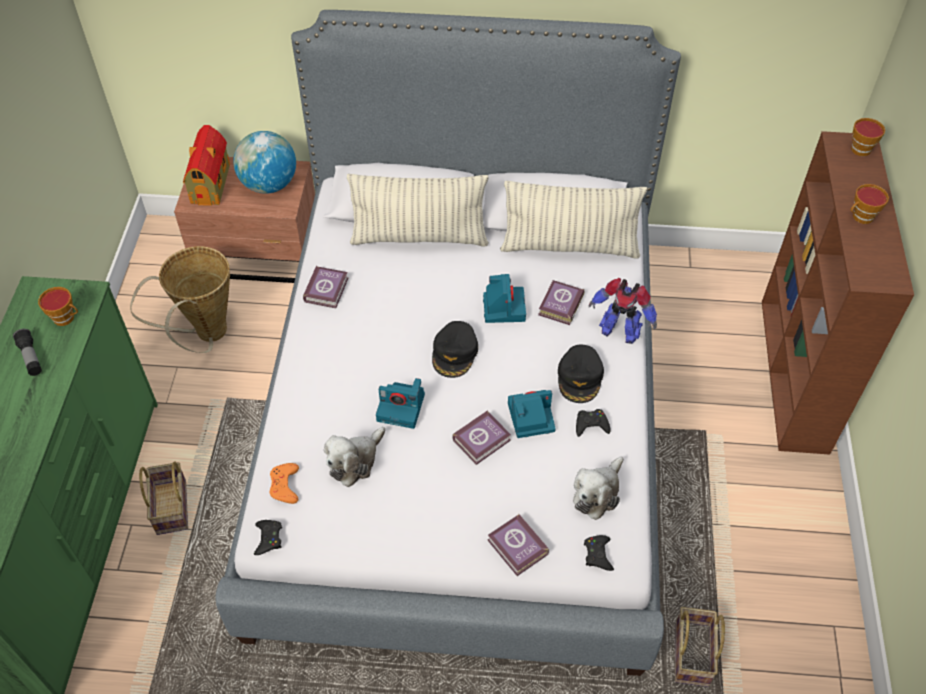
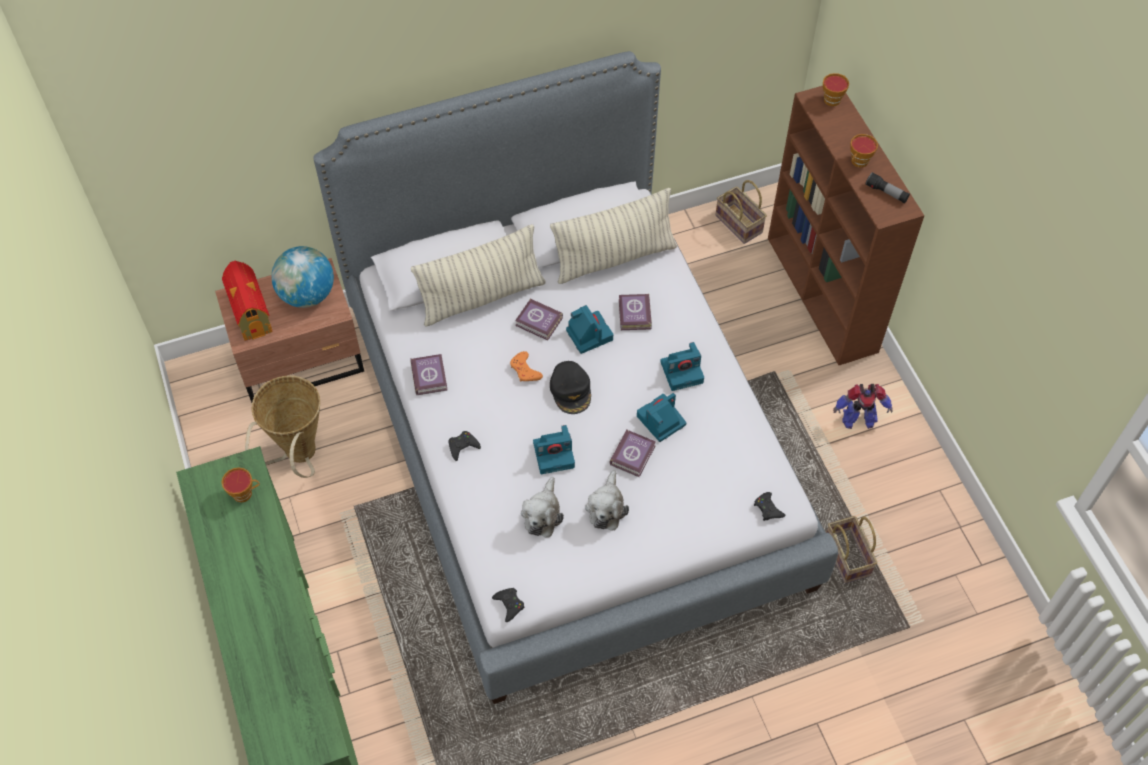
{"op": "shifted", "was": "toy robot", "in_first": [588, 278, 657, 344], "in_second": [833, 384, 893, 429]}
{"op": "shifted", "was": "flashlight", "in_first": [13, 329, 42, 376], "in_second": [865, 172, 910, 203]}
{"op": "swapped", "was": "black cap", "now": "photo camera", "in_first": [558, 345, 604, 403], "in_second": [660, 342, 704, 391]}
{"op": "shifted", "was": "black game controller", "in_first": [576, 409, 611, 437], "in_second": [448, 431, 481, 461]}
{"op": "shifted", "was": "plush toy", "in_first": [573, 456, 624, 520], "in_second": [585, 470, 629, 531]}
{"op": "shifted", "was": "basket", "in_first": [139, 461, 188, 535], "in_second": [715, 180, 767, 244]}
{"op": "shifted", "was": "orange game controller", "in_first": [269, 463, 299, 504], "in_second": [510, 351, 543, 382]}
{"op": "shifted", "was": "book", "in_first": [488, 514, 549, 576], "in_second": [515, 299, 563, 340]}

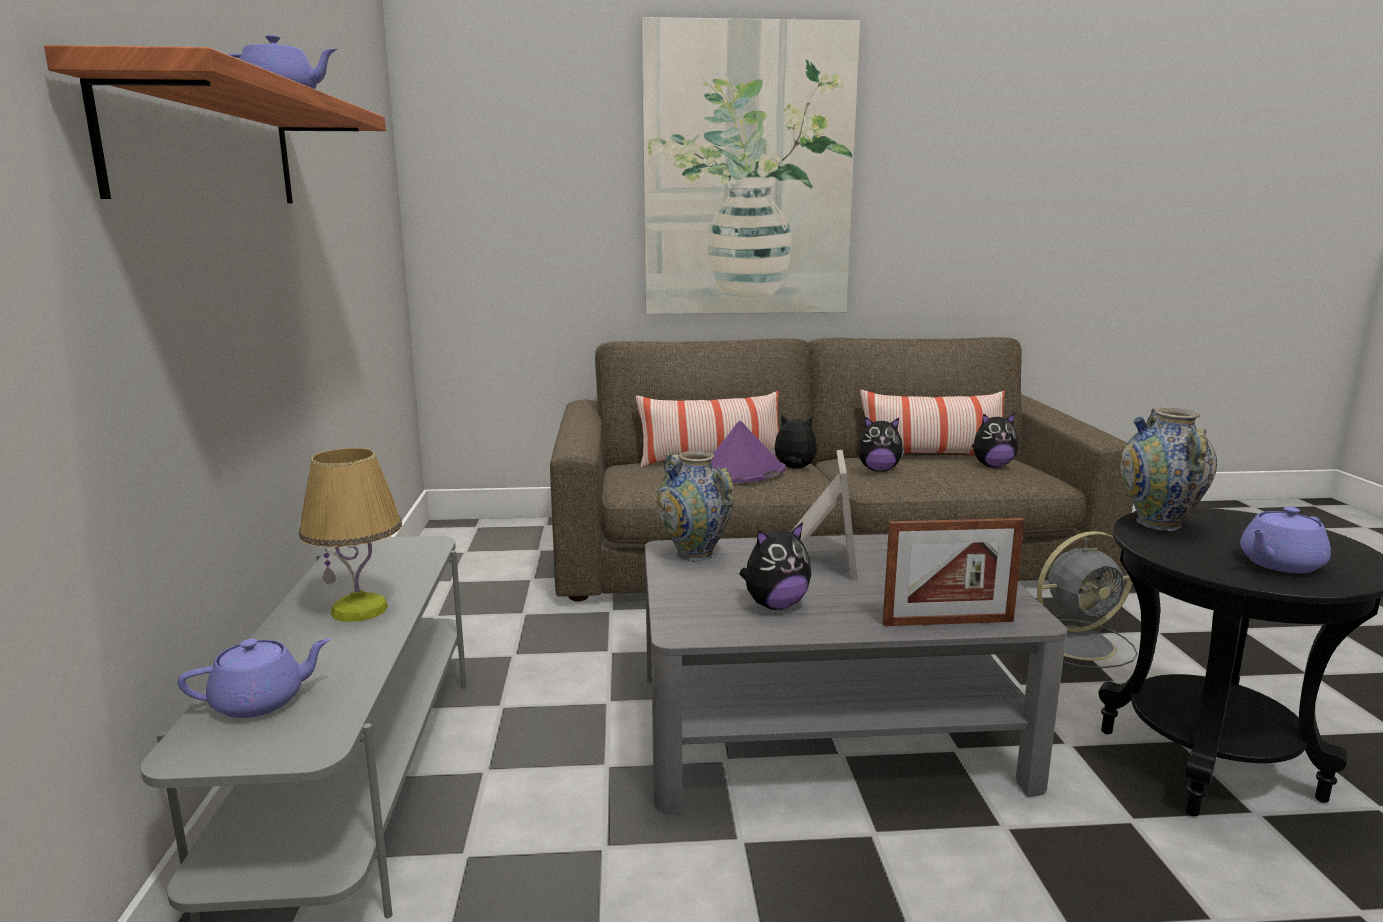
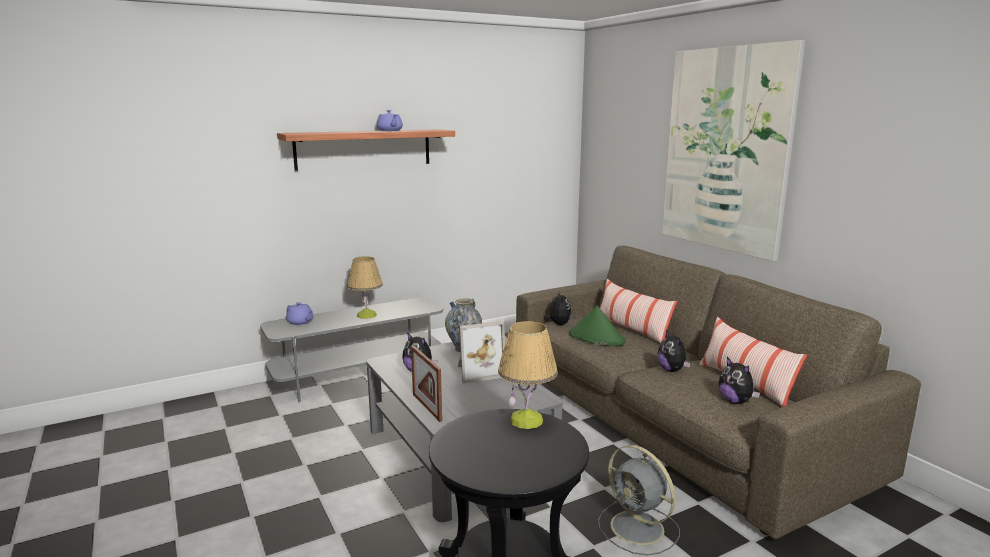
{"op": "swapped", "was": "vase", "now": "table lamp", "in_first": [1120, 408, 1217, 531], "in_second": [498, 321, 558, 429]}
{"op": "shifted", "was": "plush toy", "in_first": [769, 414, 817, 469], "in_second": [544, 291, 571, 325]}
{"op": "repainted", "was": "purple hat", "now": "green hat", "in_first": [711, 421, 786, 484], "in_second": [569, 305, 626, 346]}
{"op": "gone", "was": "purple teapot", "in_first": [1240, 507, 1331, 573]}

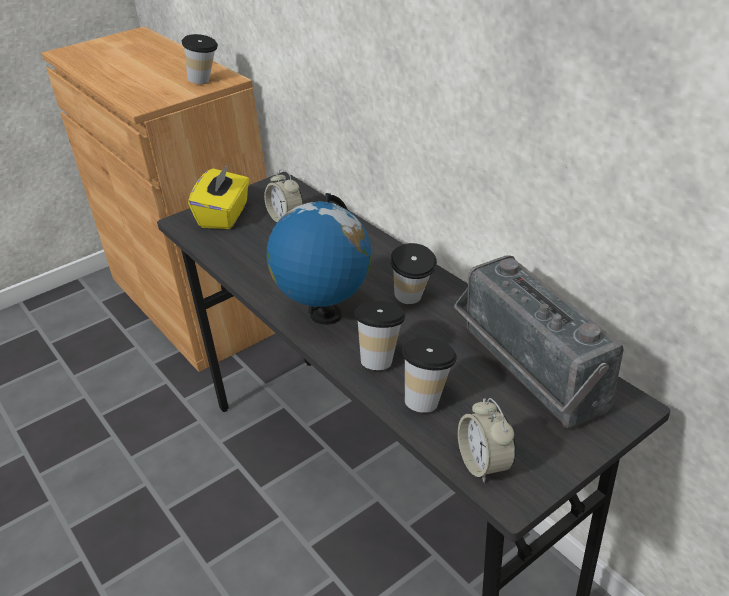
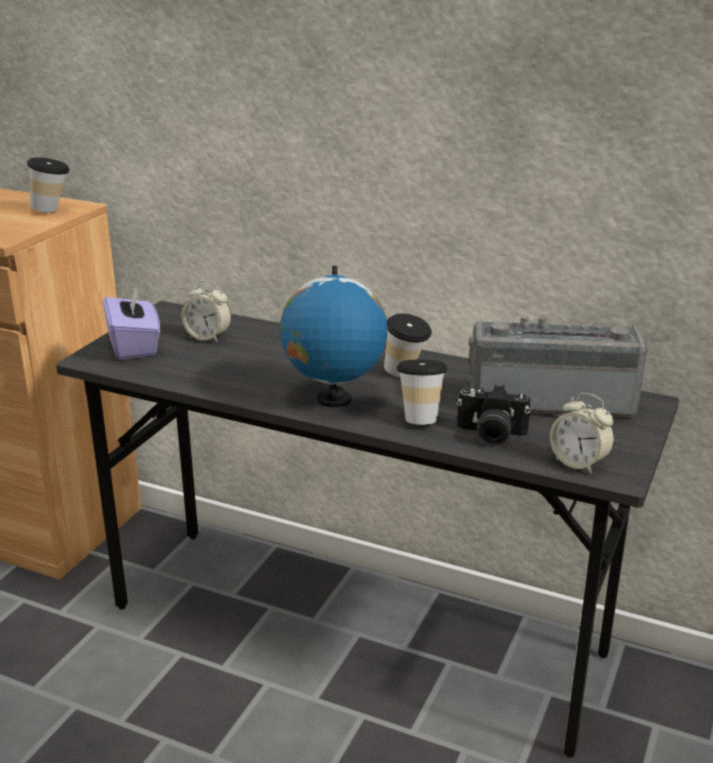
{"op": "repainted", "was": "yellow tissue box", "now": "purple tissue box", "in_first": [188, 163, 249, 229], "in_second": [103, 287, 160, 360]}
{"op": "rotated", "was": "radio", "in_first": [454, 255, 624, 429], "in_second": [469, 316, 648, 418], "clockwise": 150}
{"op": "swapped", "was": "cup", "now": "photo camera", "in_first": [402, 338, 457, 413], "in_second": [457, 384, 530, 446]}

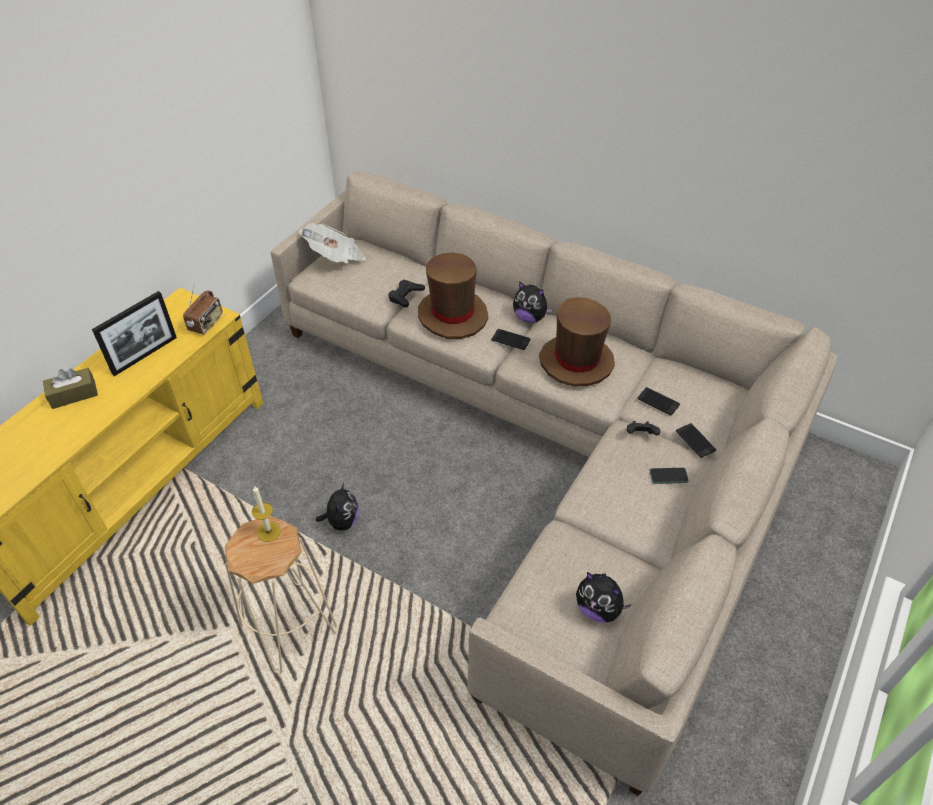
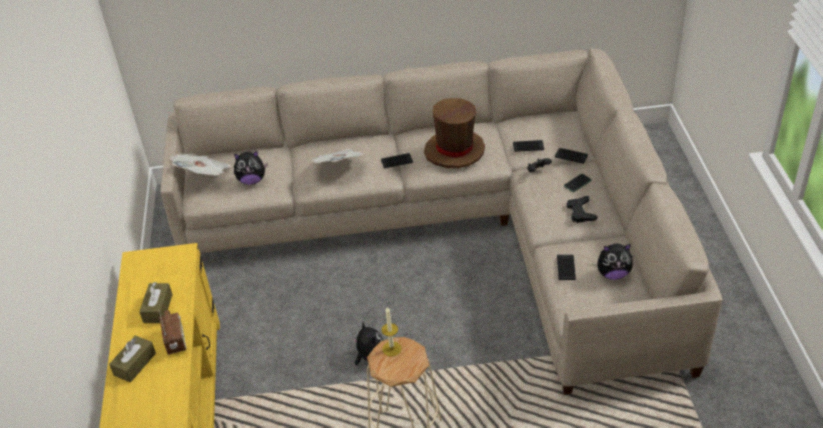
{"op": "swapped", "was": "brown hat", "now": "newspaper", "in_first": [418, 253, 488, 339], "in_second": [311, 148, 365, 163]}
{"op": "shifted", "was": "black game controller", "in_first": [388, 280, 425, 307], "in_second": [566, 196, 598, 223]}
{"op": "shifted", "was": "plush toy", "in_first": [513, 281, 553, 323], "in_second": [234, 151, 267, 185]}
{"op": "shifted", "was": "radio", "in_first": [183, 284, 223, 335], "in_second": [158, 309, 186, 355]}
{"op": "swapped", "was": "picture frame", "now": "brown tissue box", "in_first": [92, 291, 177, 376], "in_second": [139, 282, 173, 323]}
{"op": "new", "now": "phone", "in_second": [557, 255, 576, 280]}

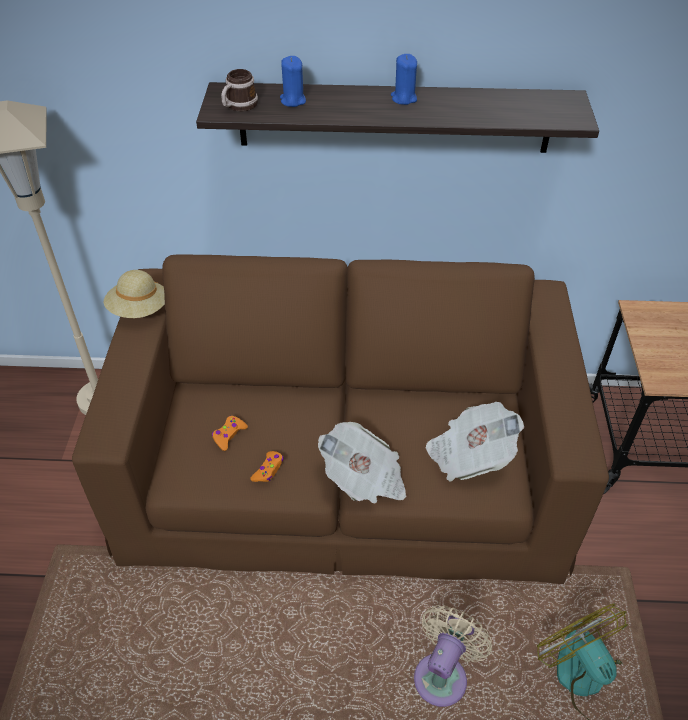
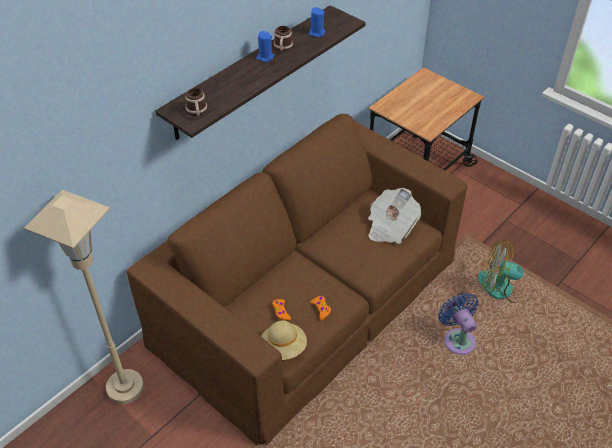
{"op": "shifted", "was": "blue candle", "in_first": [280, 56, 306, 107], "in_second": [309, 7, 326, 37]}
{"op": "shifted", "was": "beige hat", "in_first": [104, 270, 165, 318], "in_second": [261, 320, 307, 360]}
{"op": "gone", "was": "newspaper", "in_first": [318, 422, 406, 504]}
{"op": "repainted", "was": "beige fan", "now": "blue fan", "in_first": [414, 605, 492, 707], "in_second": [438, 293, 479, 355]}
{"op": "new", "now": "mug", "in_second": [273, 26, 293, 52]}

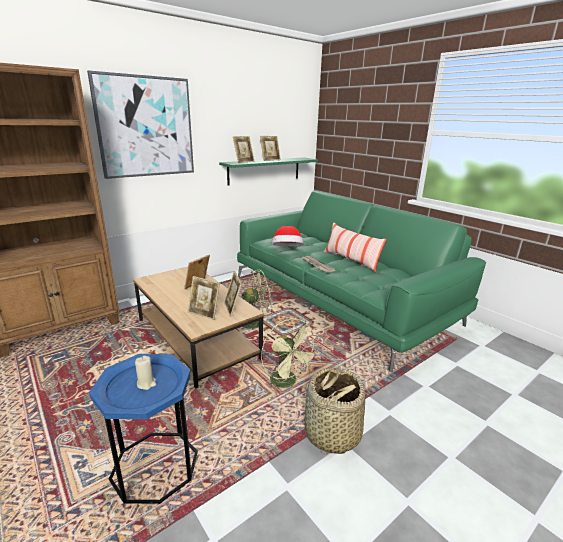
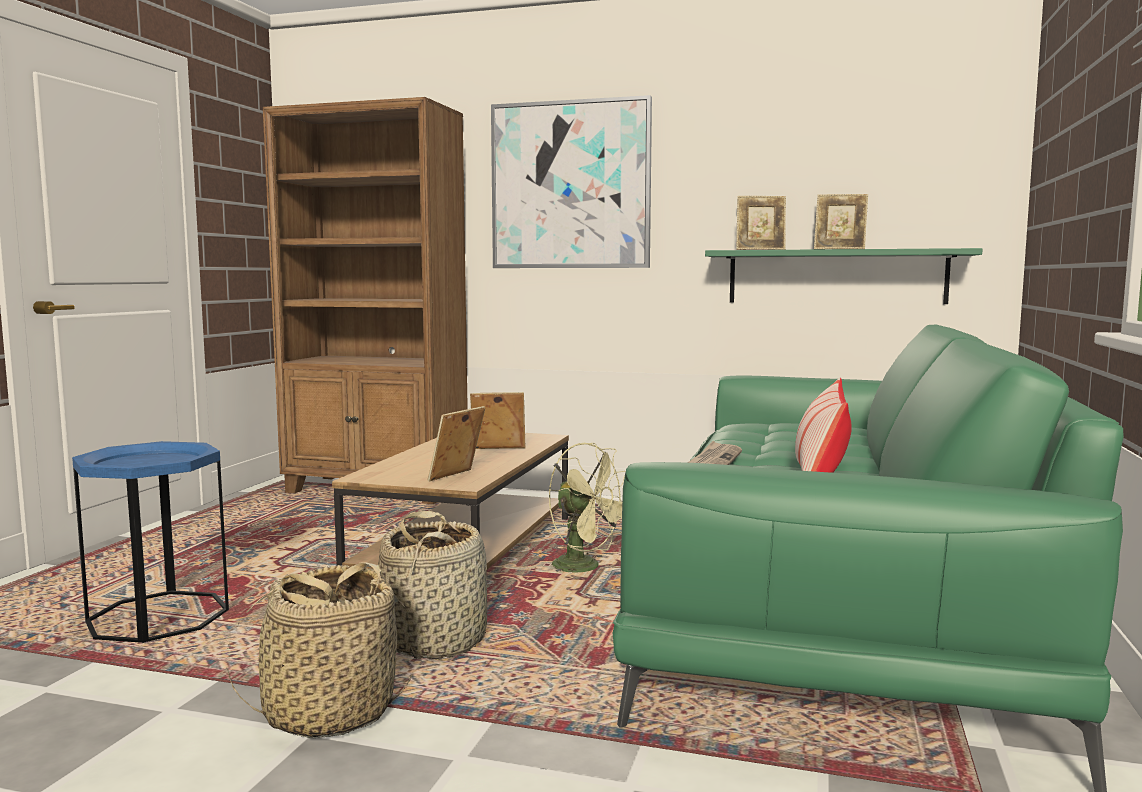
{"op": "gone", "was": "hat", "in_first": [271, 226, 304, 247]}
{"op": "gone", "was": "picture frame", "in_first": [188, 276, 220, 320]}
{"op": "swapped", "was": "green fan", "now": "basket", "in_first": [261, 318, 319, 388], "in_second": [378, 511, 487, 659]}
{"op": "gone", "was": "beige candle", "in_first": [135, 356, 156, 390]}

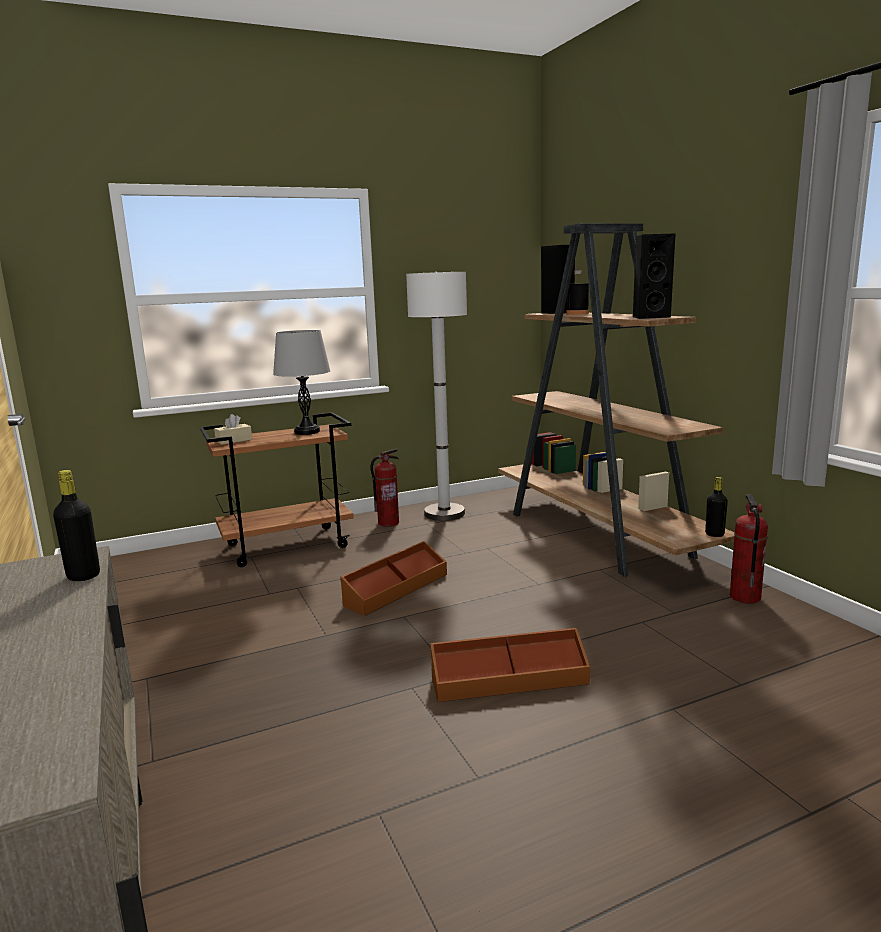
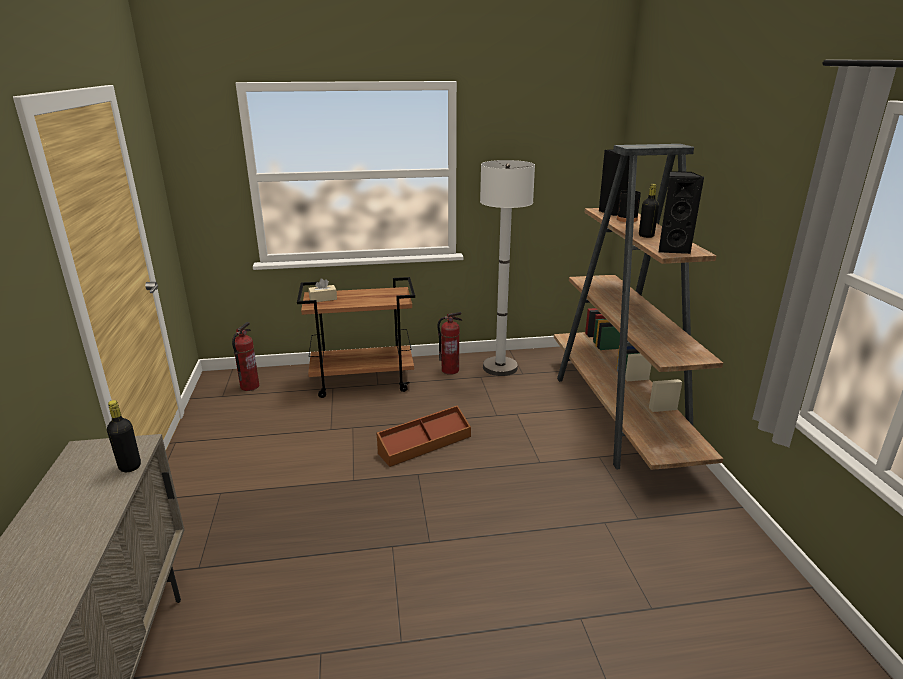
{"op": "gone", "was": "grey table lamp", "in_first": [273, 330, 330, 435]}
{"op": "shifted", "was": "black bottle", "in_first": [705, 477, 728, 537], "in_second": [639, 184, 659, 238]}
{"op": "shifted", "was": "fire extinguisher", "in_first": [730, 494, 768, 604], "in_second": [232, 322, 259, 391]}
{"op": "gone", "was": "brown storage box", "in_first": [430, 628, 590, 702]}

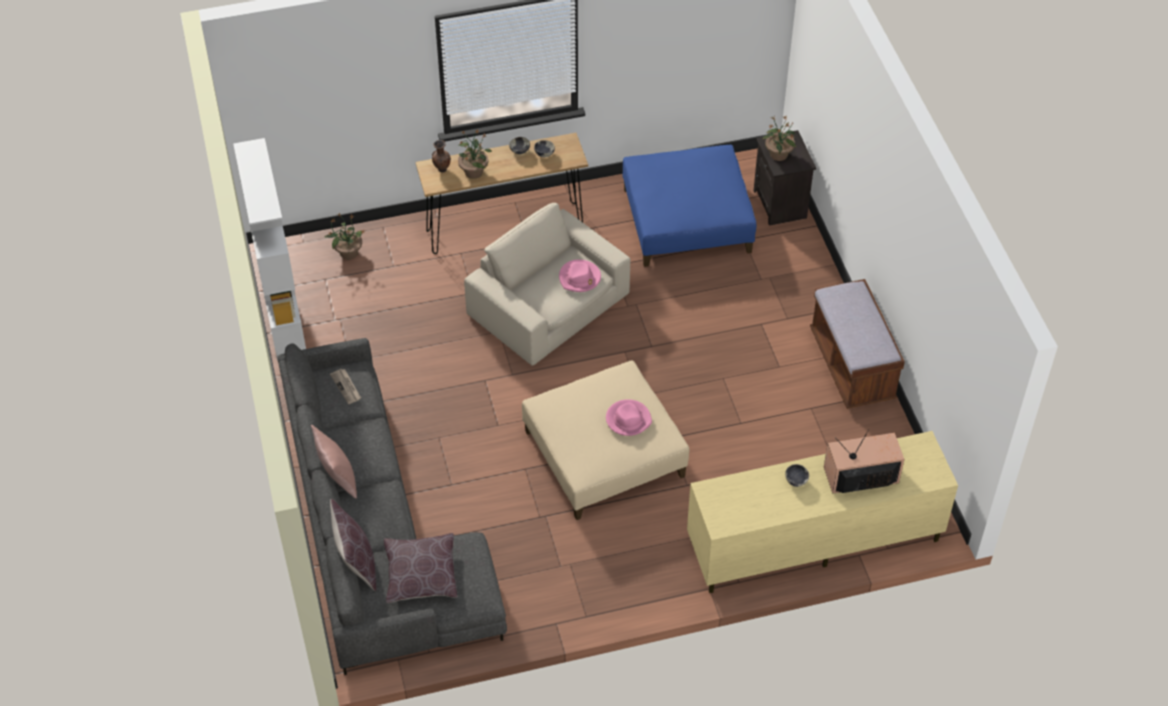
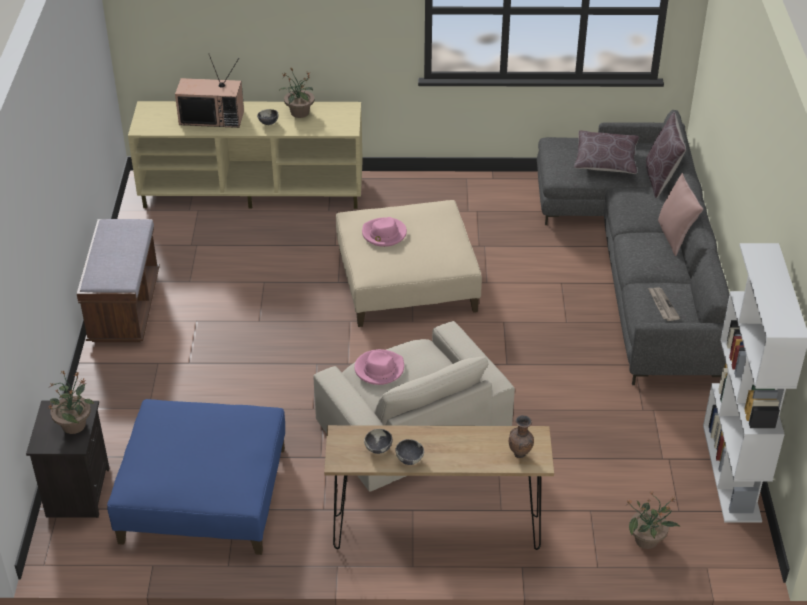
{"op": "shifted", "was": "potted plant", "in_first": [458, 129, 492, 179], "in_second": [280, 68, 315, 118]}

